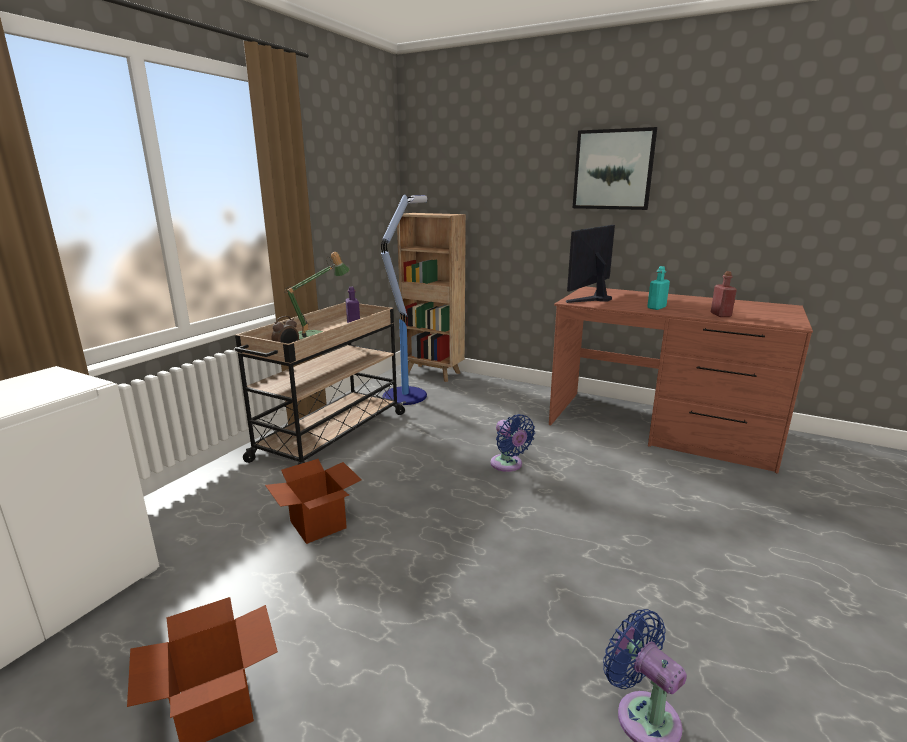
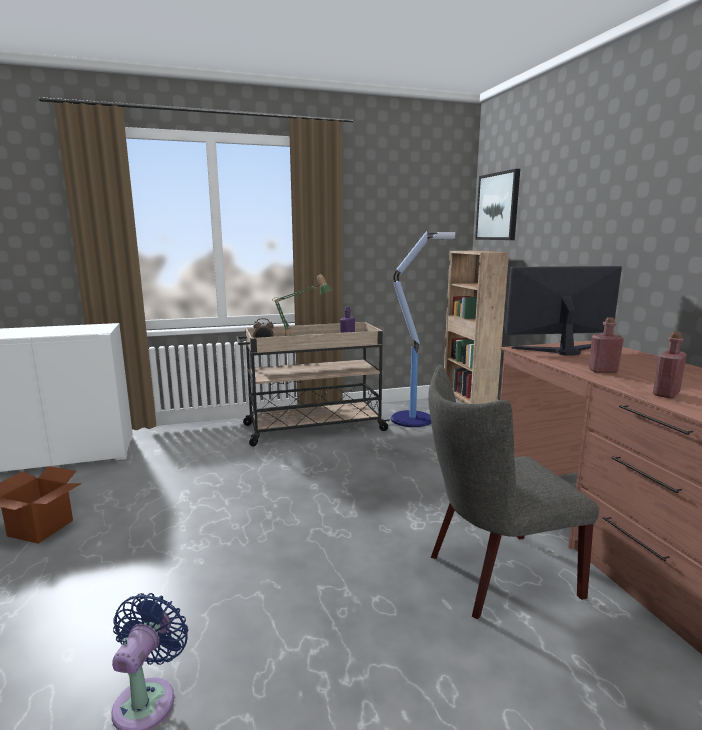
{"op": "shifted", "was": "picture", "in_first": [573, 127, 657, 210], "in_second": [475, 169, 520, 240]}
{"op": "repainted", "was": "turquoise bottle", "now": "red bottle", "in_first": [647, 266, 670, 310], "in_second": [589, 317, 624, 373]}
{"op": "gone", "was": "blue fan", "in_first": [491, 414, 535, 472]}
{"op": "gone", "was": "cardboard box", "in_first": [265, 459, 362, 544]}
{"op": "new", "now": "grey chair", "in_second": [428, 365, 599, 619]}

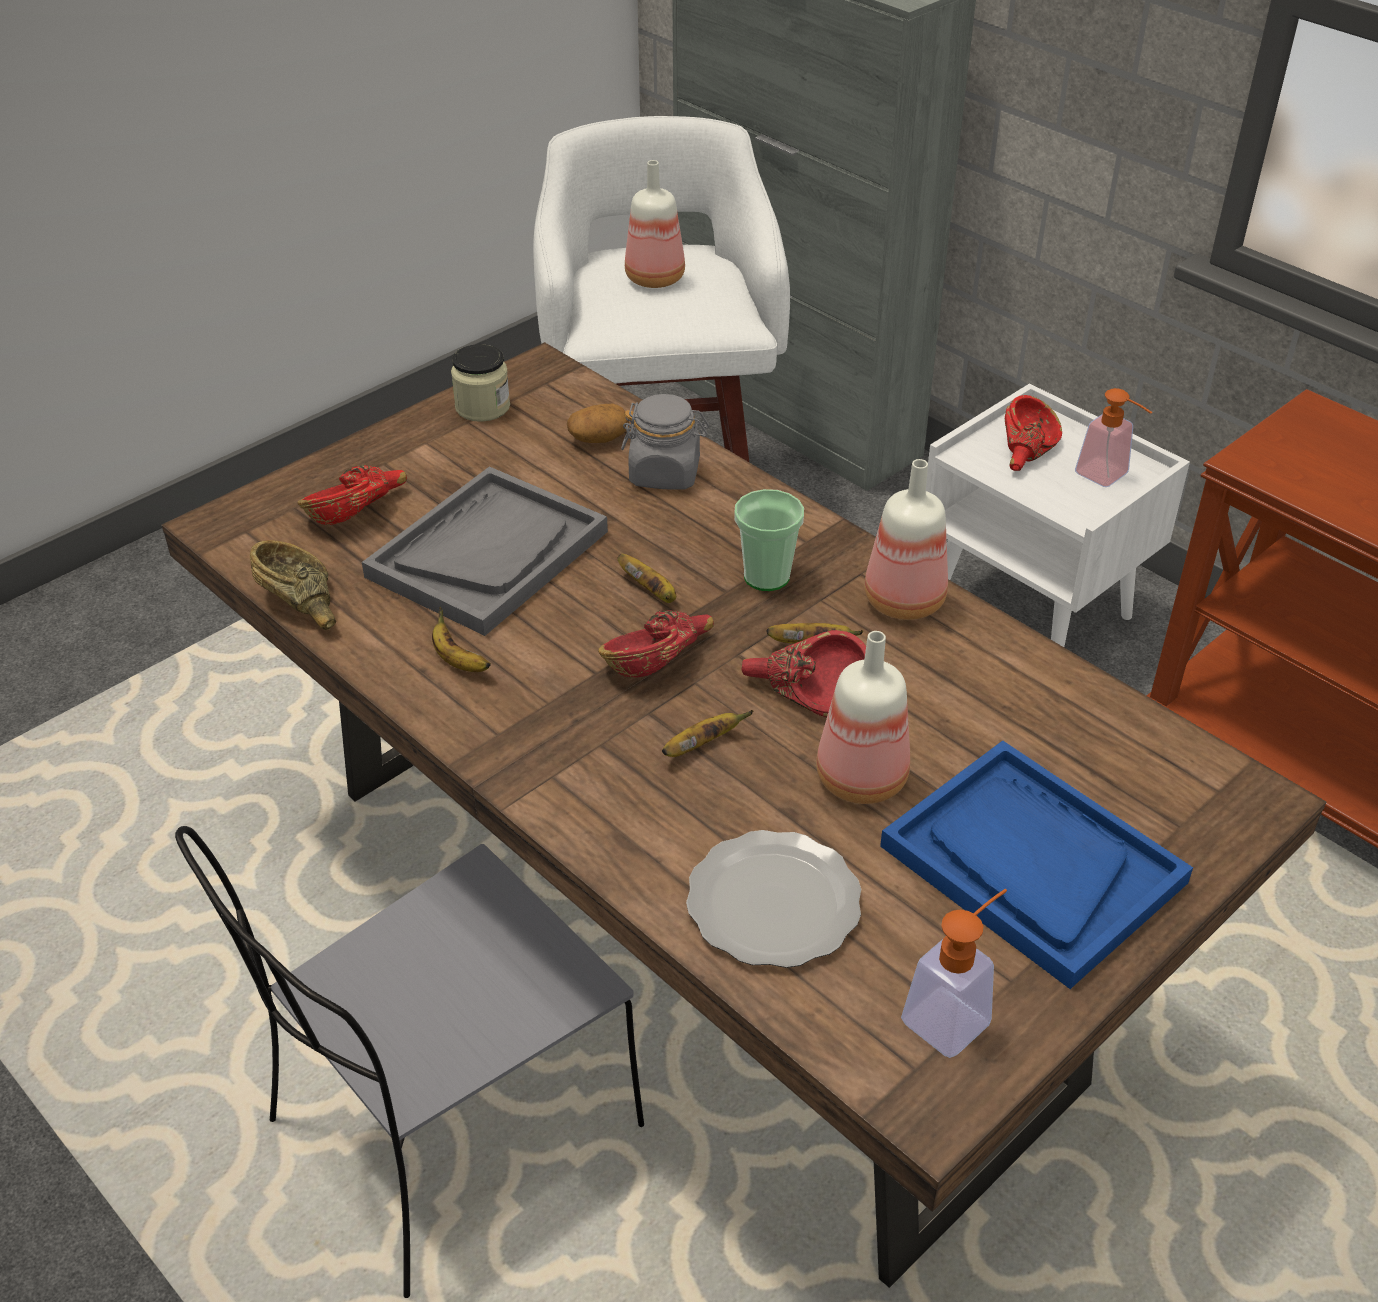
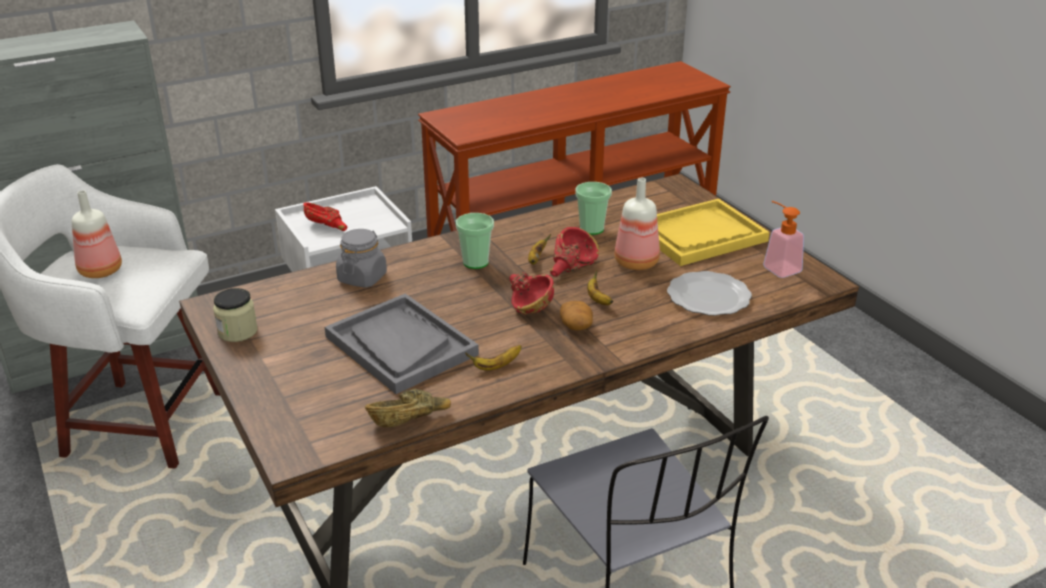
{"op": "gone", "was": "soap dispenser", "in_first": [1075, 388, 1153, 487]}
{"op": "shifted", "was": "potato", "in_first": [567, 404, 629, 443], "in_second": [560, 301, 593, 331]}
{"op": "gone", "was": "bottle", "in_first": [864, 459, 948, 620]}
{"op": "gone", "was": "red bowl", "in_first": [297, 465, 407, 525]}
{"op": "gone", "was": "banana", "in_first": [617, 554, 676, 603]}
{"op": "repainted", "was": "blue tray", "now": "yellow tray", "in_first": [880, 741, 1193, 989], "in_second": [657, 198, 769, 266]}
{"op": "new", "now": "cup", "in_second": [575, 182, 612, 235]}

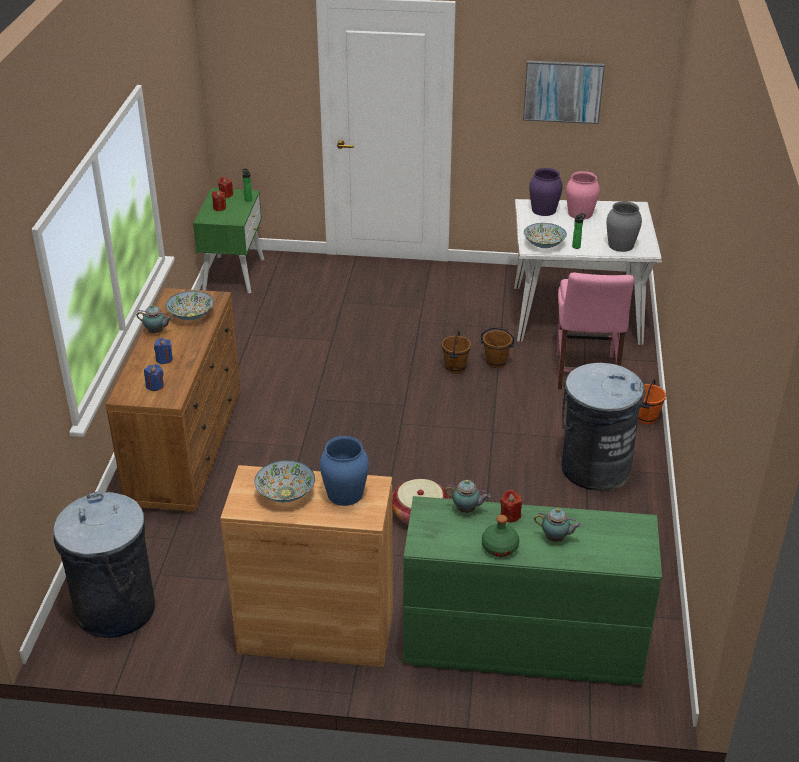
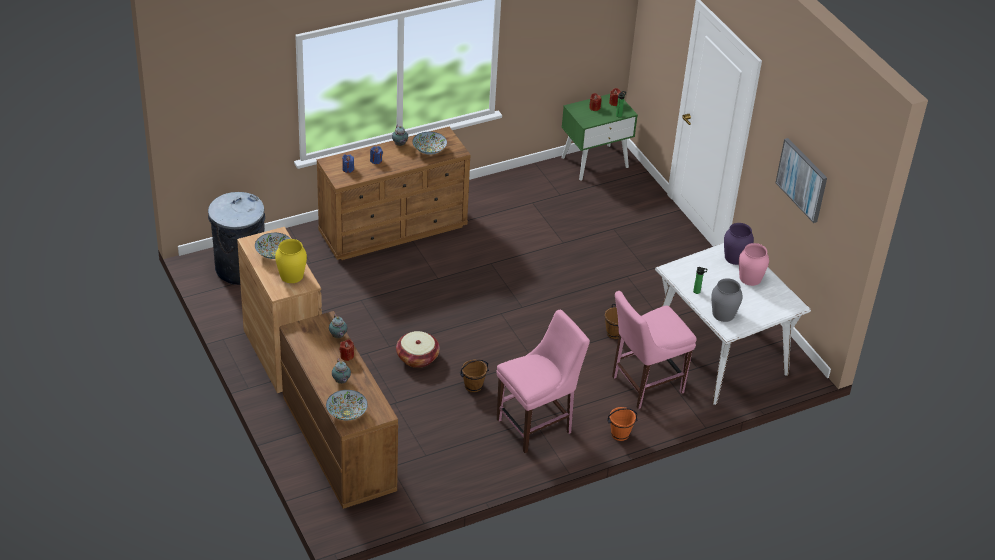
{"op": "shifted", "was": "bowl", "in_first": [524, 223, 567, 248], "in_second": [326, 390, 368, 420]}
{"op": "shifted", "was": "brown bucket", "in_first": [442, 330, 471, 374], "in_second": [460, 359, 489, 393]}
{"op": "swapped", "was": "grey trash can", "now": "pink chair", "in_first": [561, 363, 645, 491], "in_second": [496, 310, 590, 453]}
{"op": "repainted", "was": "blue vase", "now": "yellow vase", "in_first": [320, 436, 369, 506], "in_second": [275, 239, 307, 283]}
{"op": "repainted", "was": "green dresser", "now": "brown dresser", "in_first": [403, 496, 662, 685], "in_second": [279, 311, 398, 509]}
{"op": "gone", "was": "green bottle", "in_first": [482, 515, 519, 557]}

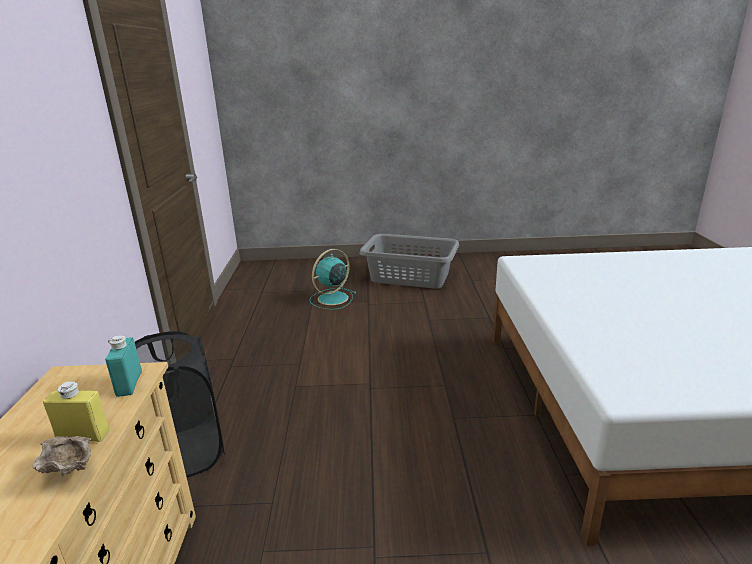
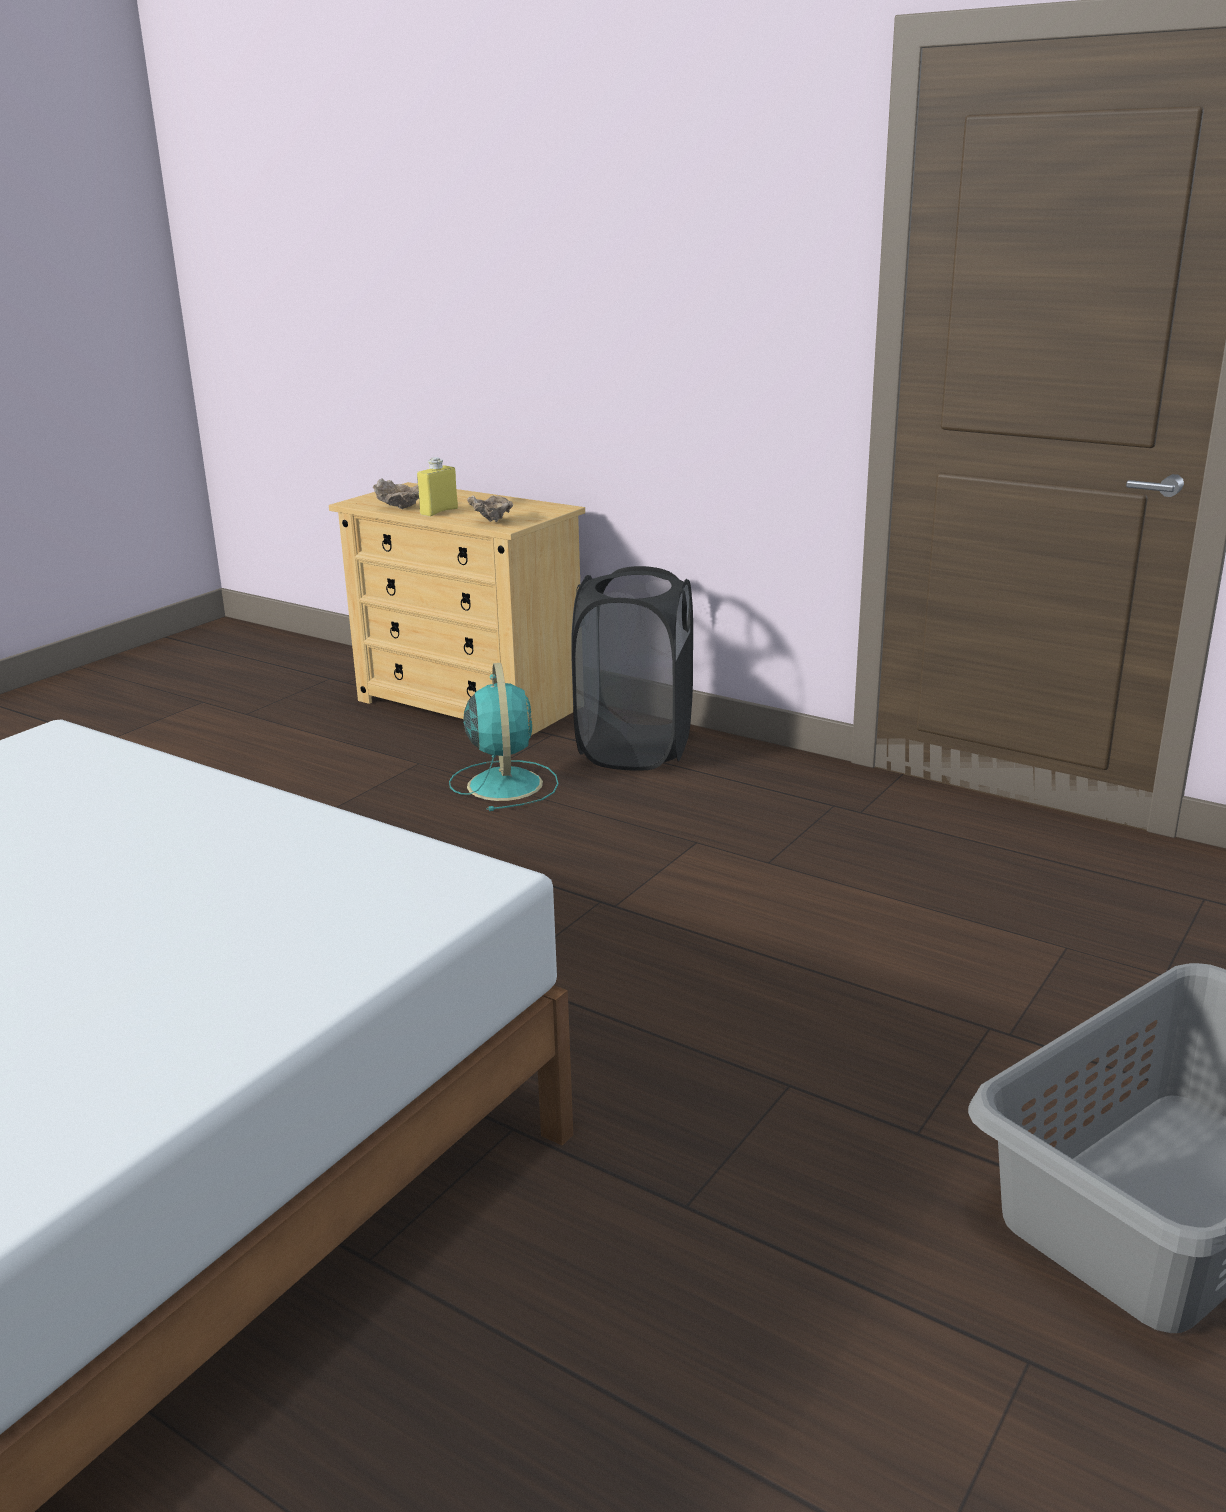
{"op": "shifted", "was": "turquoise fan", "in_first": [310, 249, 356, 310], "in_second": [449, 663, 558, 811]}
{"op": "swapped", "was": "turquoise bottle", "now": "beige bowl", "in_first": [105, 335, 142, 397], "in_second": [467, 495, 513, 522]}

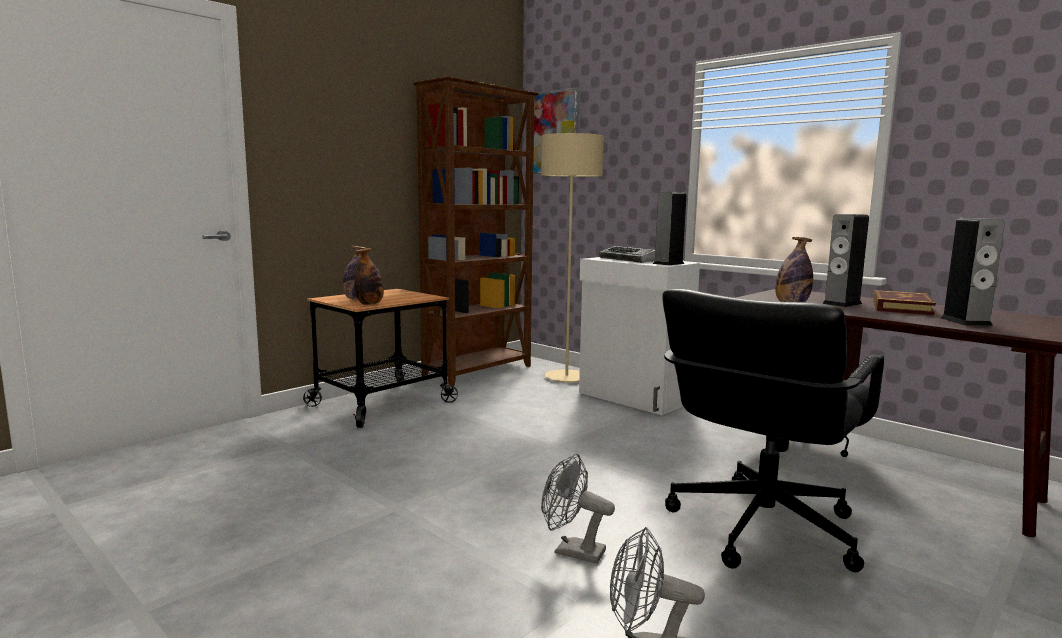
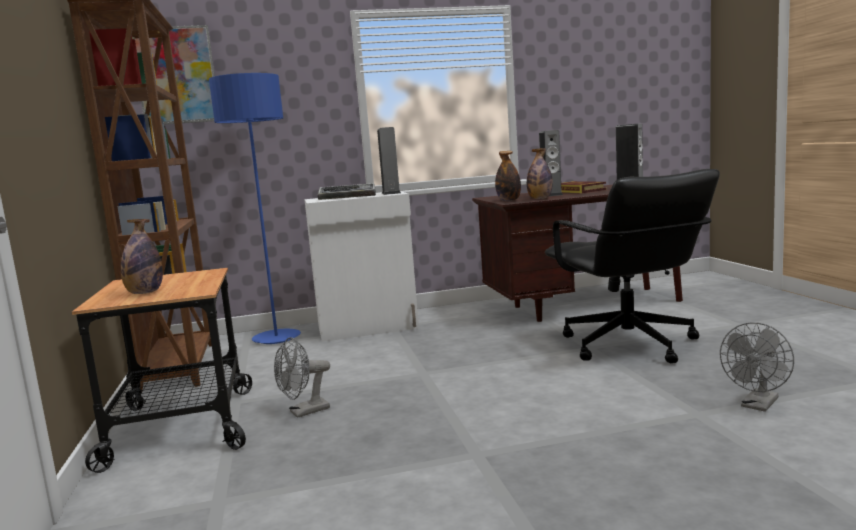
{"op": "repainted", "was": "beige floor lamp", "now": "blue floor lamp", "in_first": [541, 133, 604, 383], "in_second": [209, 73, 301, 344]}
{"op": "shifted", "was": "bottle", "in_first": [354, 248, 384, 305], "in_second": [495, 151, 521, 201]}
{"op": "shifted", "was": "grey fan", "in_first": [541, 454, 615, 563], "in_second": [274, 337, 330, 418]}

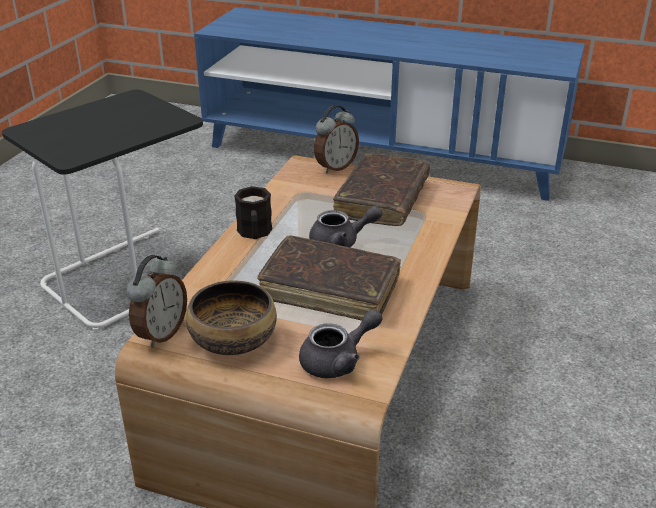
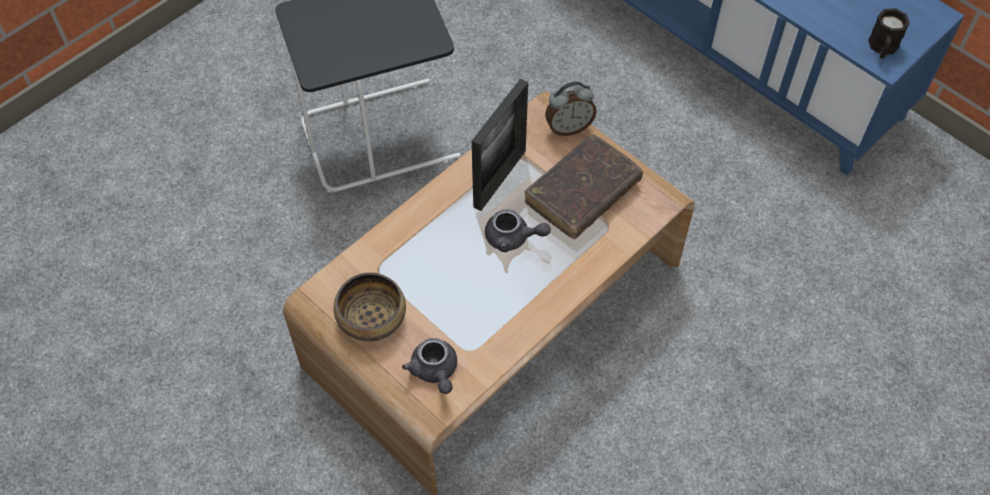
{"op": "shifted", "was": "black mug", "in_first": [234, 186, 272, 239], "in_second": [868, 8, 910, 59]}
{"op": "gone", "was": "brown book", "in_first": [257, 235, 401, 321]}
{"op": "gone", "was": "alarm clock", "in_first": [127, 255, 187, 348]}
{"op": "rotated", "was": "grey teapot", "in_first": [299, 309, 383, 378], "in_second": [402, 338, 457, 394], "clockwise": 75}
{"op": "new", "now": "picture frame", "in_second": [472, 78, 528, 211]}

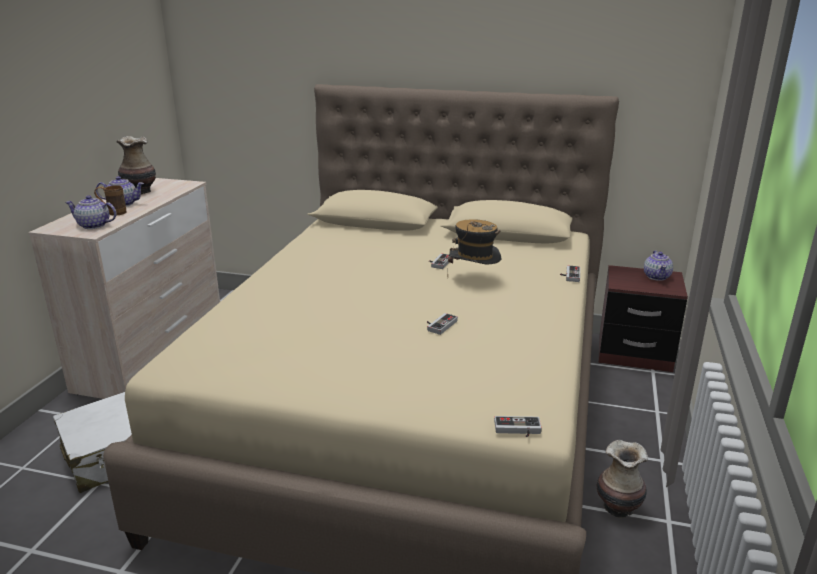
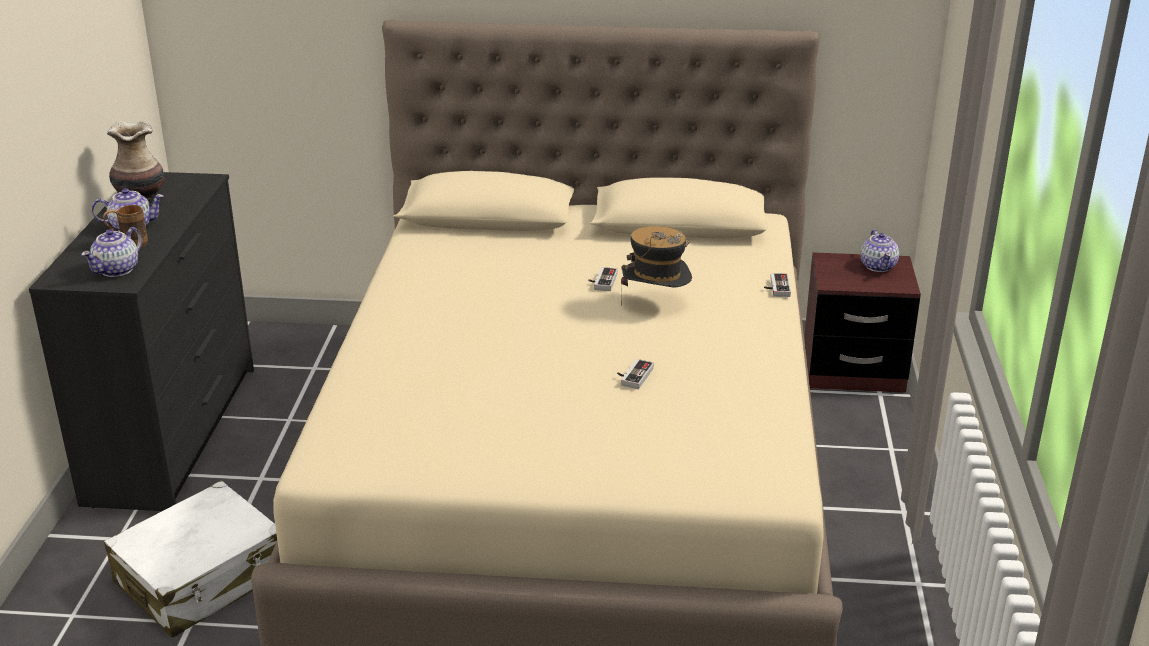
{"op": "repainted", "was": "beige dresser", "now": "black dresser", "in_first": [29, 178, 220, 399], "in_second": [29, 172, 254, 512]}
{"op": "rotated", "was": "teapot", "in_first": [65, 195, 117, 229], "in_second": [81, 227, 143, 277], "clockwise": -60}
{"op": "gone", "was": "game controller", "in_first": [494, 416, 542, 437]}
{"op": "gone", "was": "vase", "in_first": [597, 440, 648, 519]}

